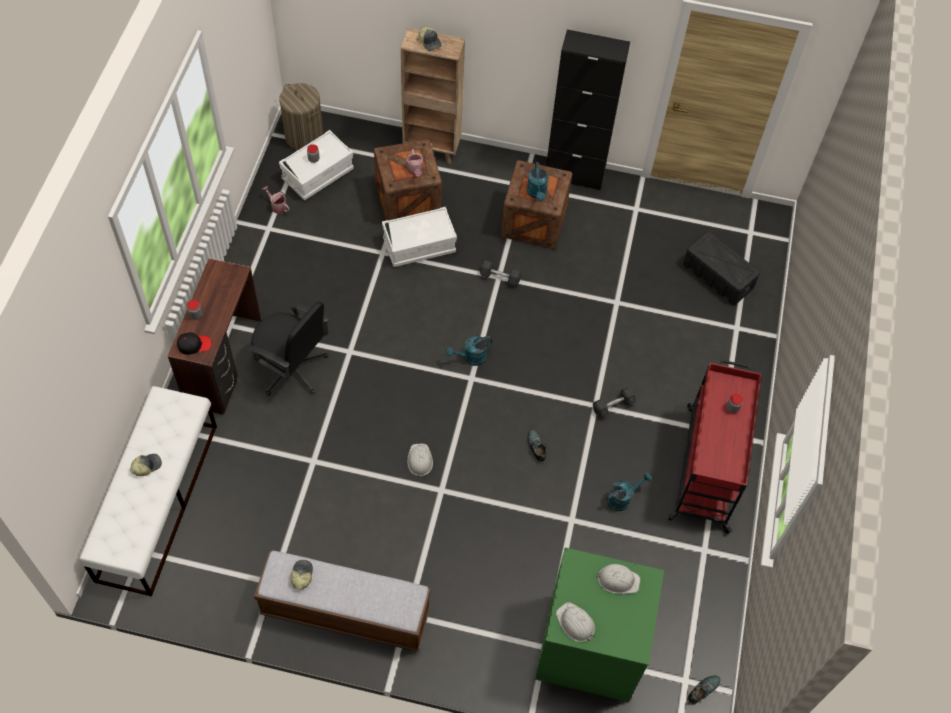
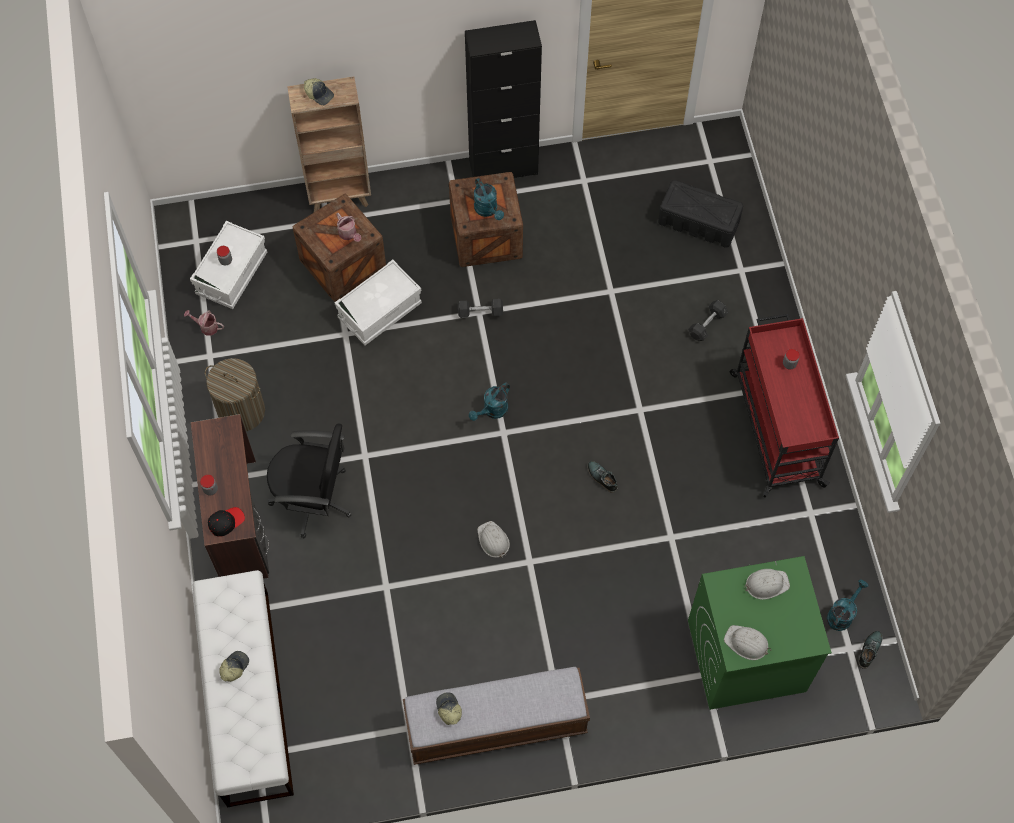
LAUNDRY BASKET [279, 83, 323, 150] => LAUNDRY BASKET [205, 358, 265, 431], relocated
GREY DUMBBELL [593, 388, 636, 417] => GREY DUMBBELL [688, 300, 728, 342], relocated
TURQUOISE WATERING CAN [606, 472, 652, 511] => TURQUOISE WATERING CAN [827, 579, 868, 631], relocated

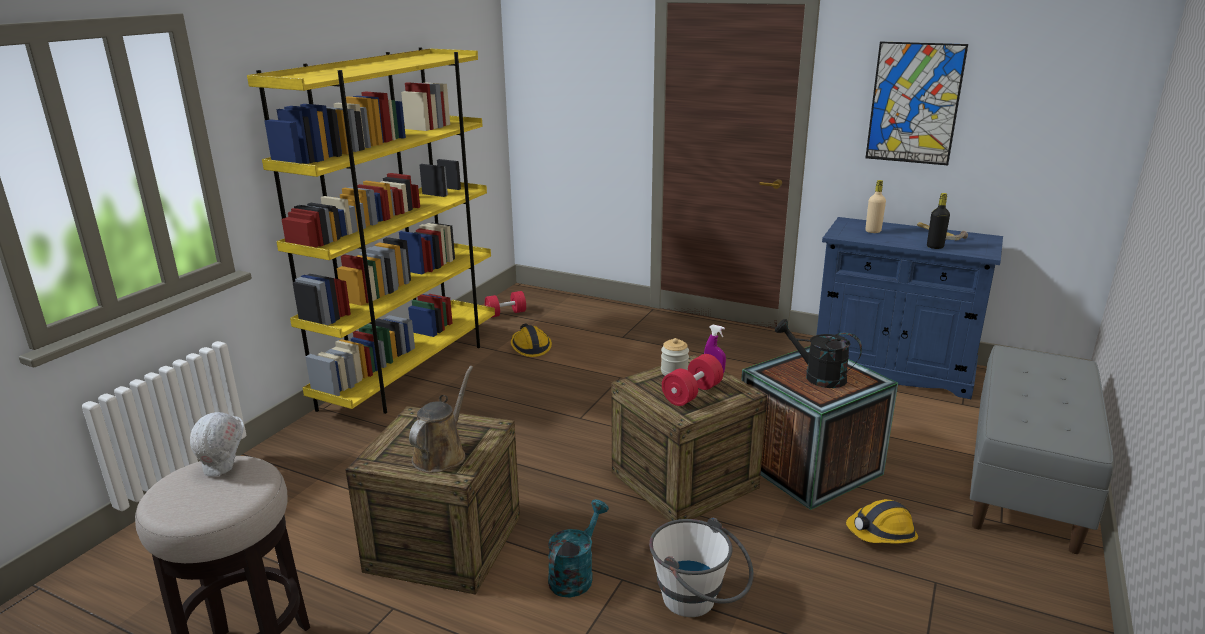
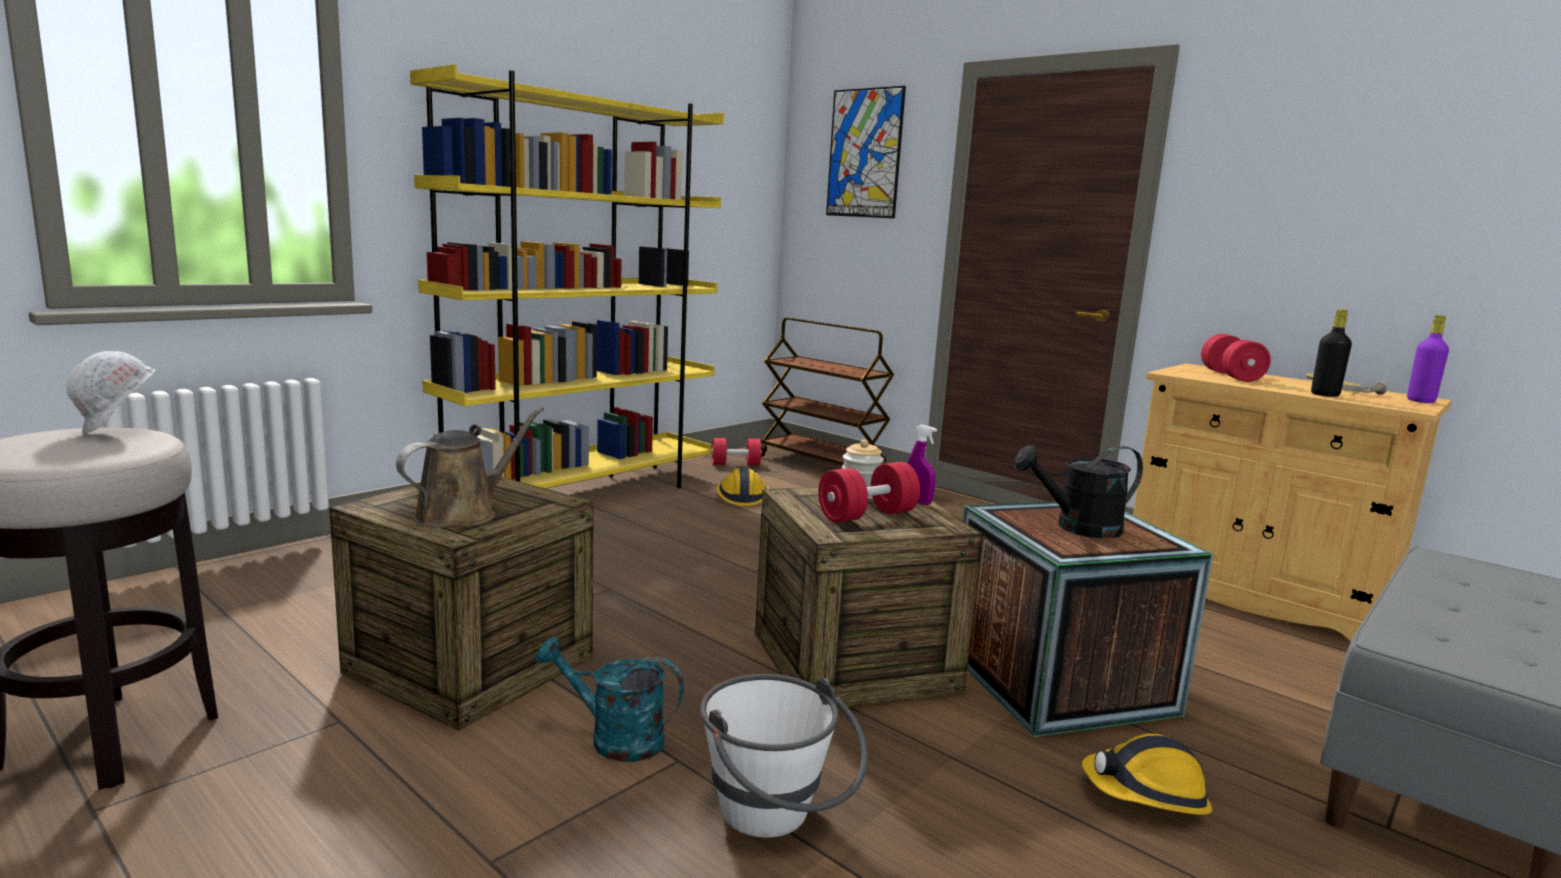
PICTURE [865, 41, 968, 165] => PICTURE [826, 86, 906, 218], relocated
BEIGE BOTTLE [865, 180, 886, 233] => RED DUMBBELL [1201, 334, 1271, 382]
BLUE CABINET [817, 217, 1003, 399] => BEIGE CABINET [1133, 364, 1451, 641]
BLACK WATERING CAN [775, 319, 862, 388] => BLACK WATERING CAN [1014, 445, 1143, 538], 60 degrees counterclockwise
TURQUOISE WATERING CAN [548, 500, 609, 597] => TURQUOISE WATERING CAN [535, 636, 684, 762], 120 degrees counterclockwise
nothing => PURPLE BOTTLE [1407, 315, 1449, 403]
nothing => BROWN CART [761, 318, 894, 469]

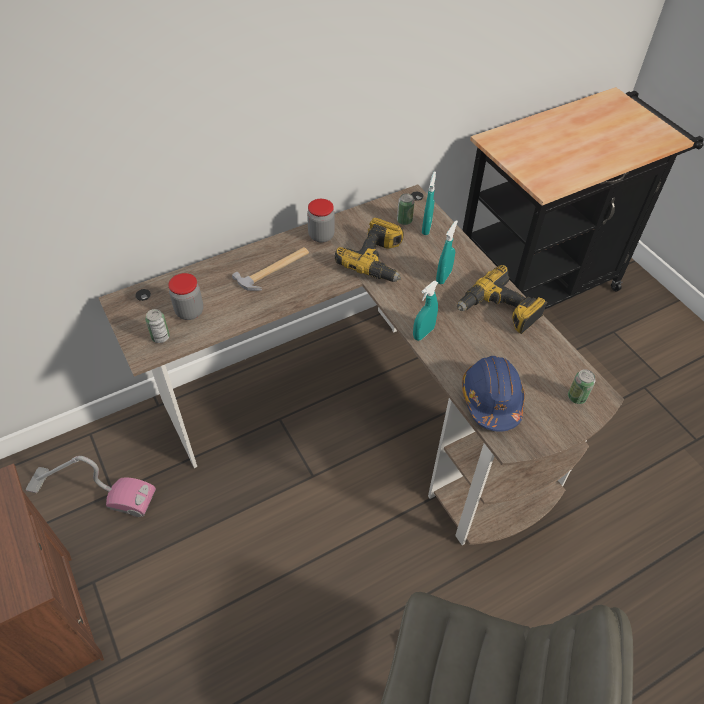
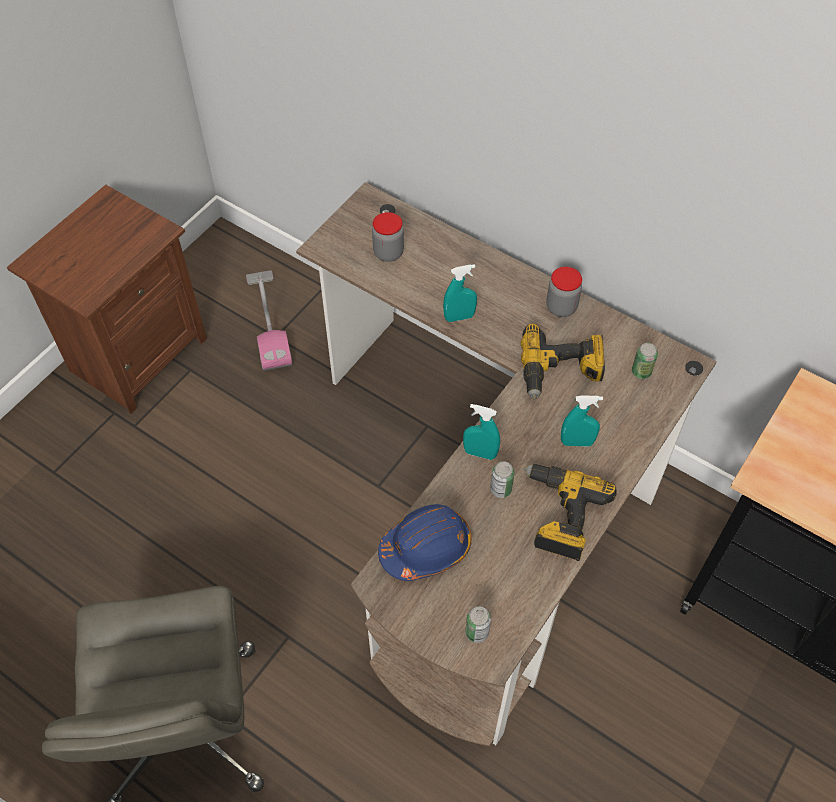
TURQUOISE SPRAY BOTTLE [422, 171, 436, 235] => TURQUOISE SPRAY BOTTLE [443, 264, 477, 322], relocated
HAMMER [232, 247, 309, 291] => nothing
CAN [145, 309, 170, 343] => CAN [490, 461, 514, 498], relocated

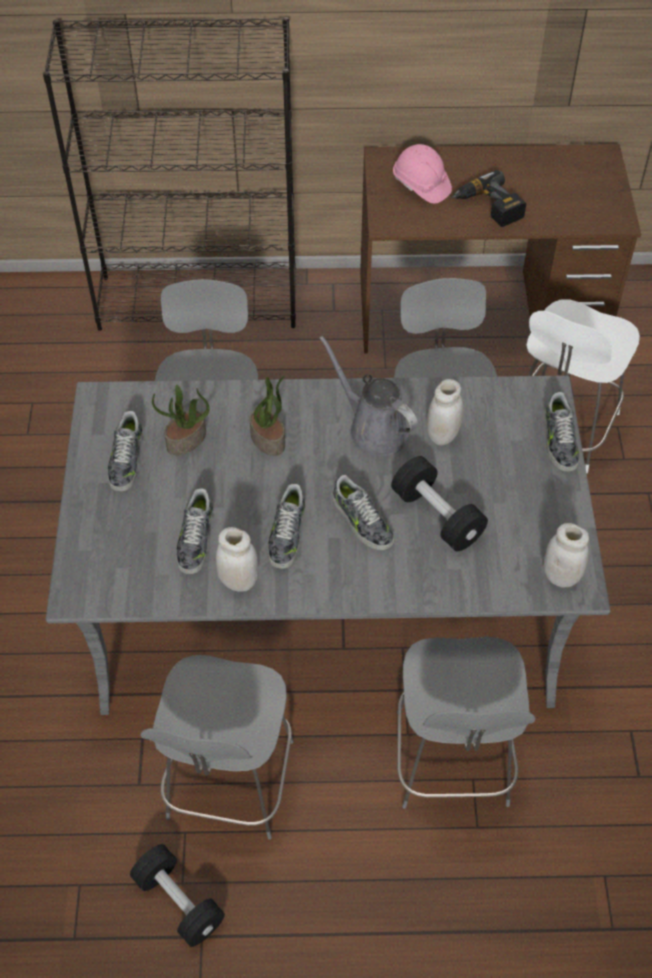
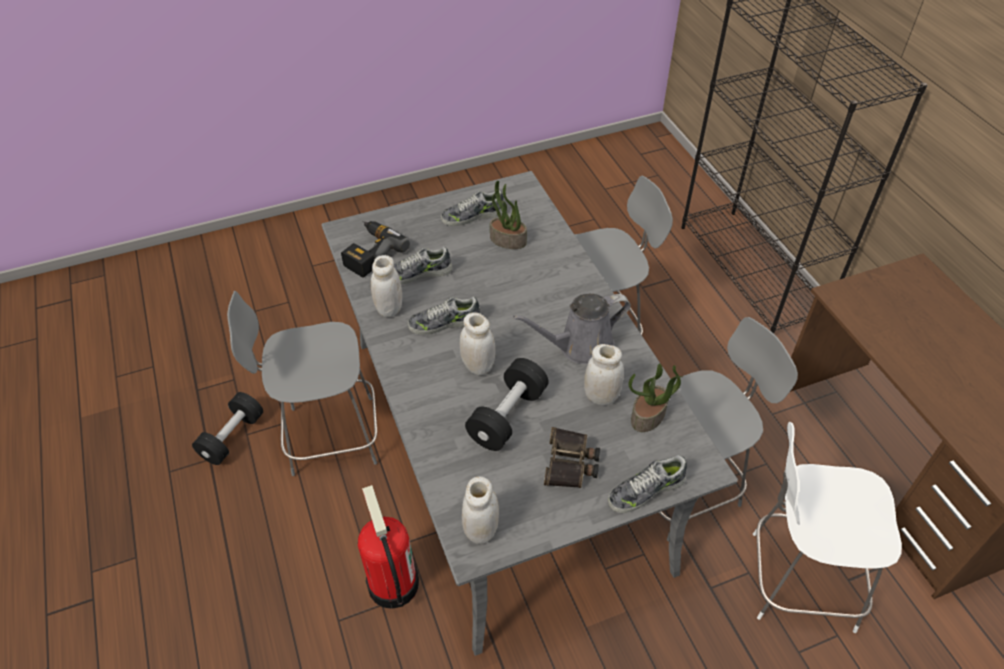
PINK HARD HAT [393, 144, 452, 204] => nothing
POWER DRILL [451, 170, 526, 227] => POWER DRILL [341, 221, 410, 278], relocated
GREY WATERING CAN [319, 336, 418, 456] => GREY WATERING CAN [513, 293, 631, 364], 135 degrees counterclockwise
POTTED PLANT [249, 376, 285, 456] => POTTED PLANT [629, 363, 682, 432], relocated
SHOE [332, 475, 394, 550] => WHITE JAR [460, 312, 495, 375]
GREY CHAIR [397, 637, 536, 809] => FIRE EXTINGUISHER [358, 485, 419, 609]
nothing => BINOCULARS [544, 427, 600, 488]

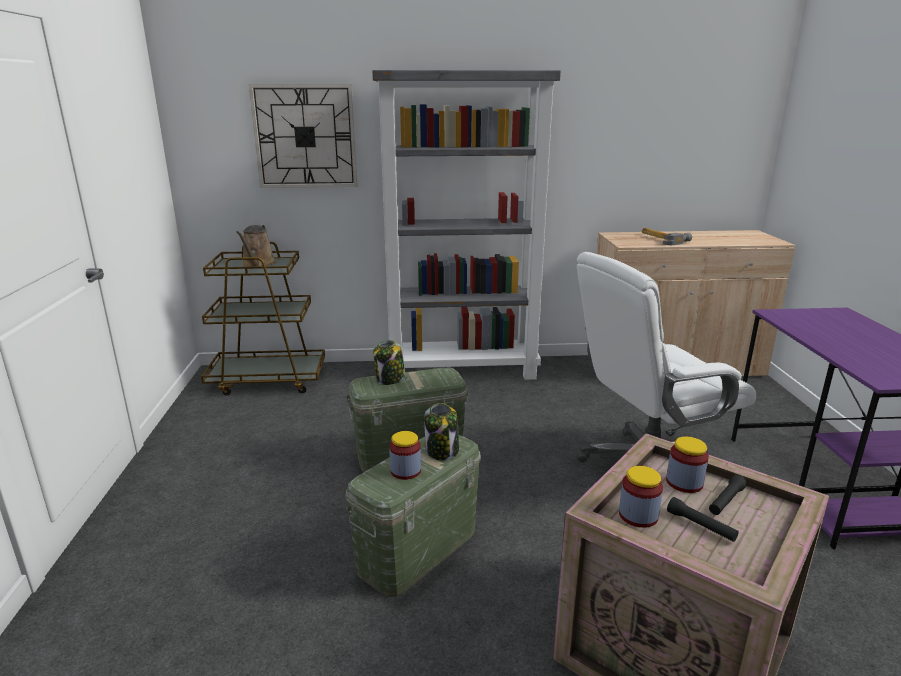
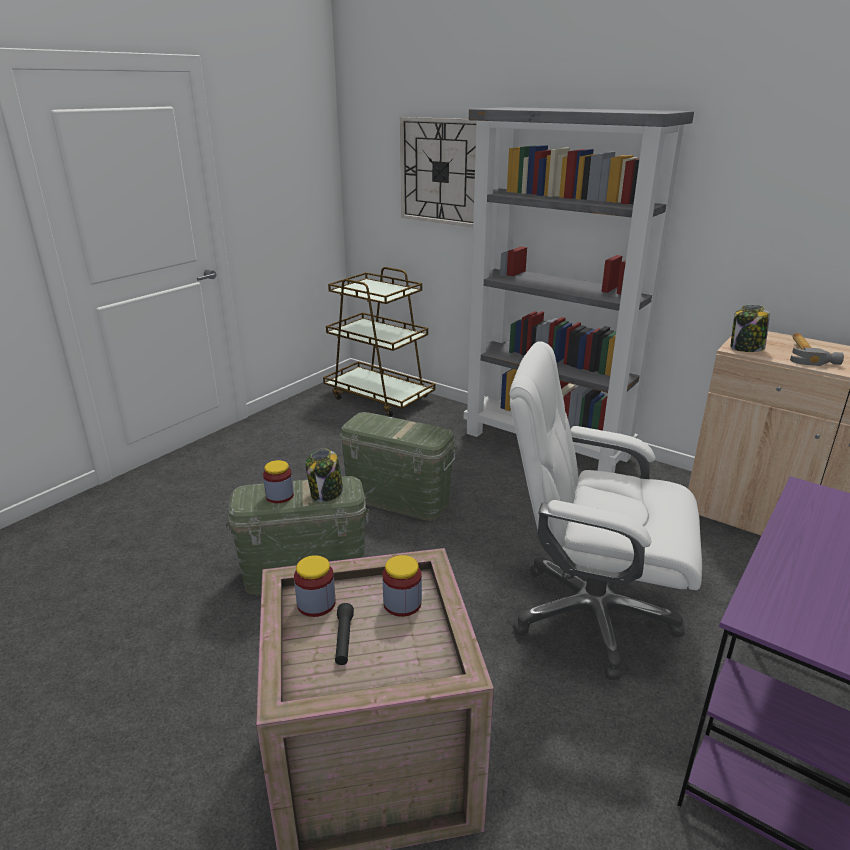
BROWN WATERING CAN [236, 225, 276, 267] => nothing
JAR [373, 340, 405, 385] => JAR [730, 305, 770, 352], relocated
BLACK FLASHLIGHT [709, 475, 747, 515] => nothing

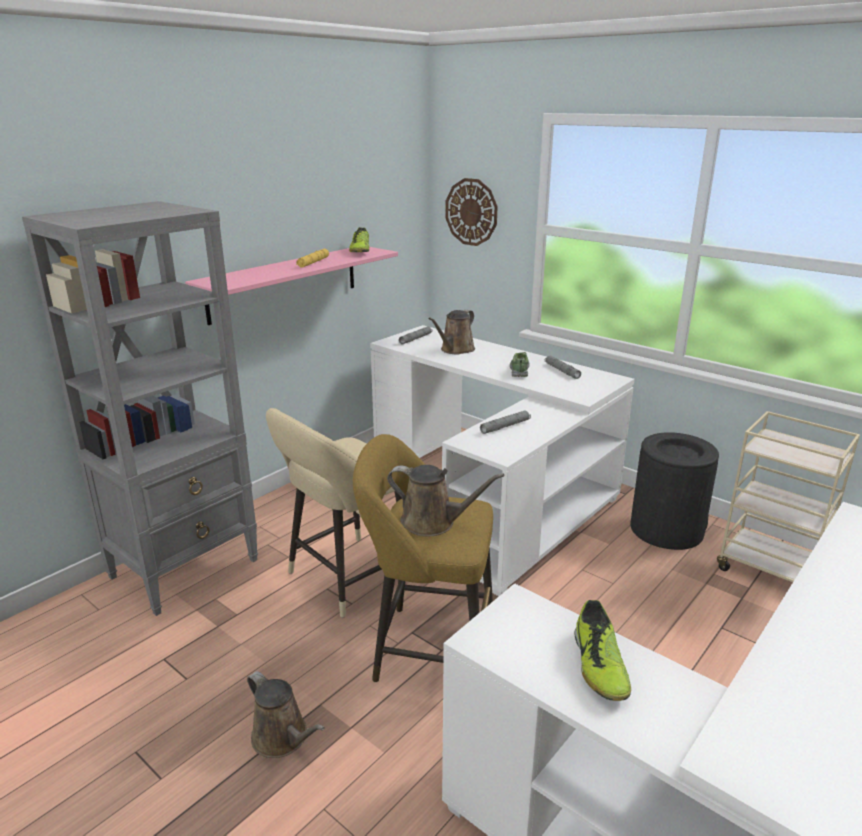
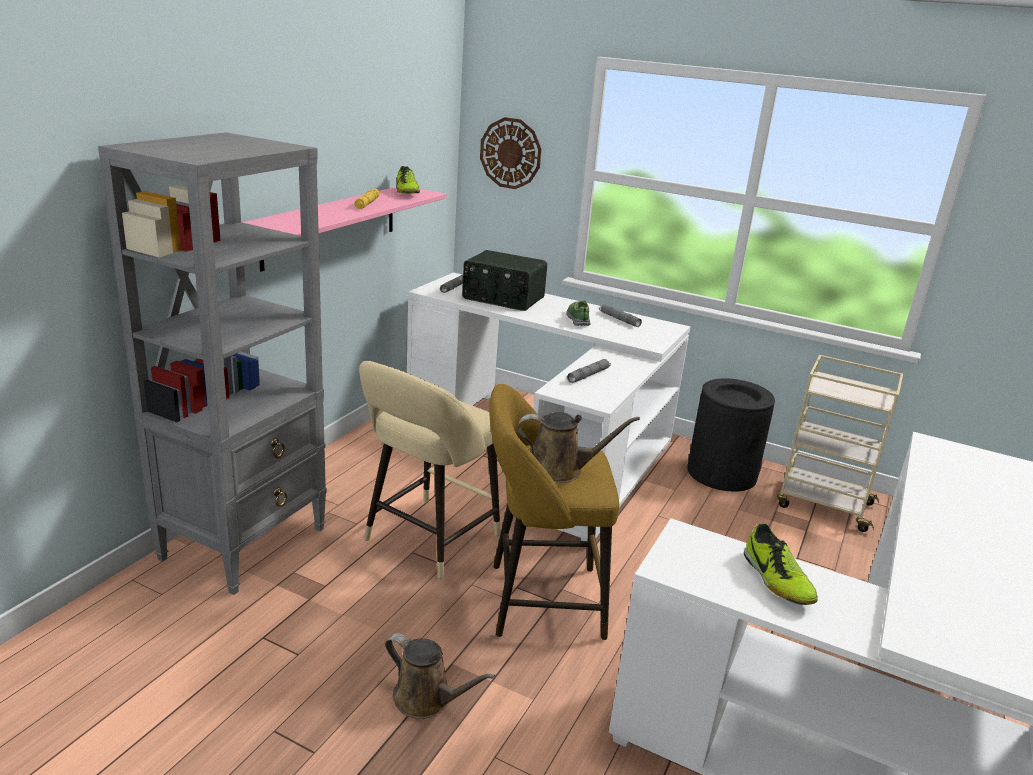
BROWN WATERING CAN [429, 310, 475, 354] => RADIO [462, 250, 547, 311]

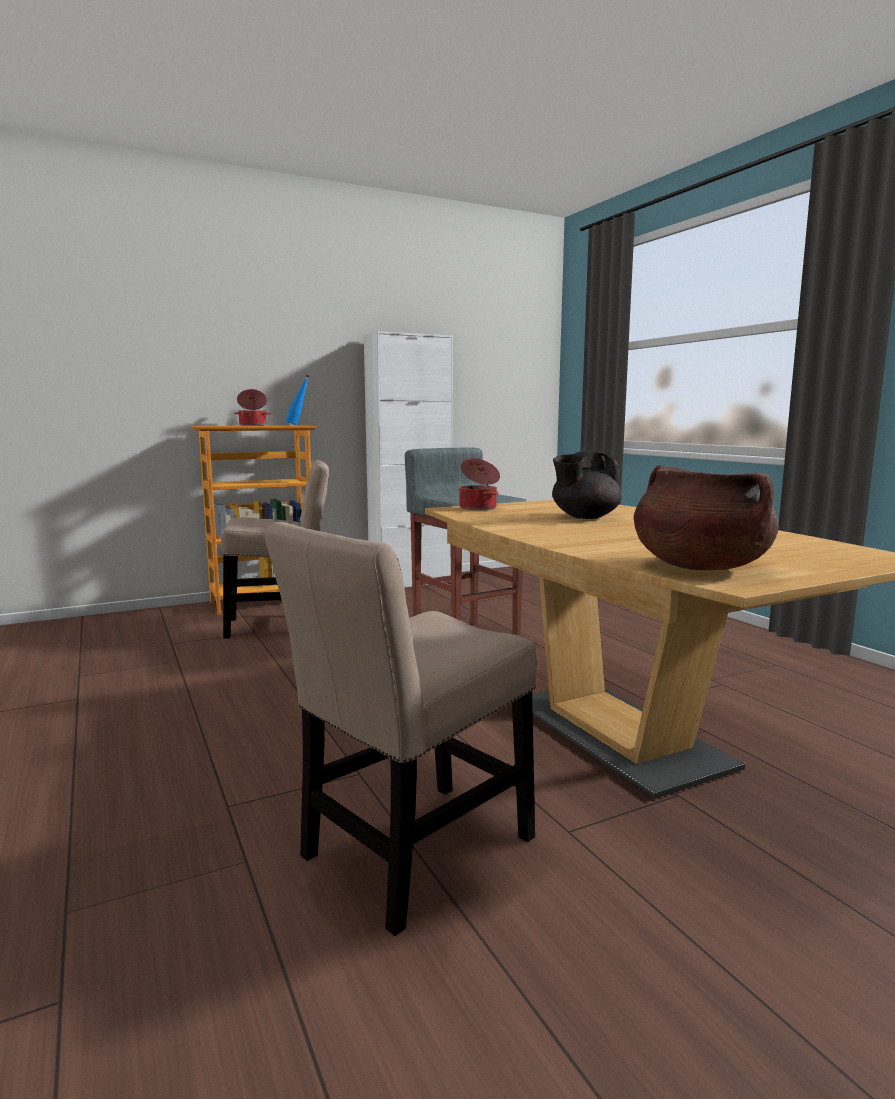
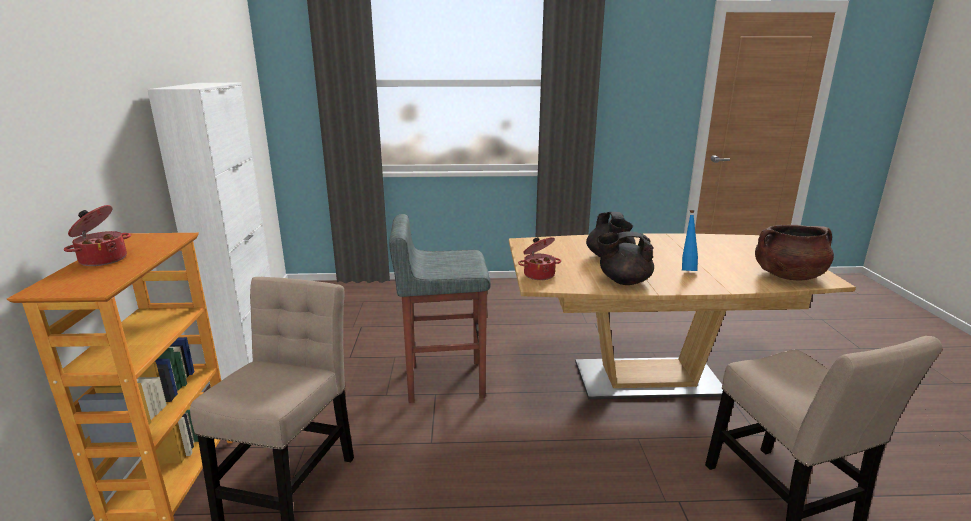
BLUE BOTTLE [285, 375, 309, 425] => BLUE BOTTLE [682, 210, 698, 271], relocated
nothing => BLACK TEAPOT [597, 231, 654, 285]

